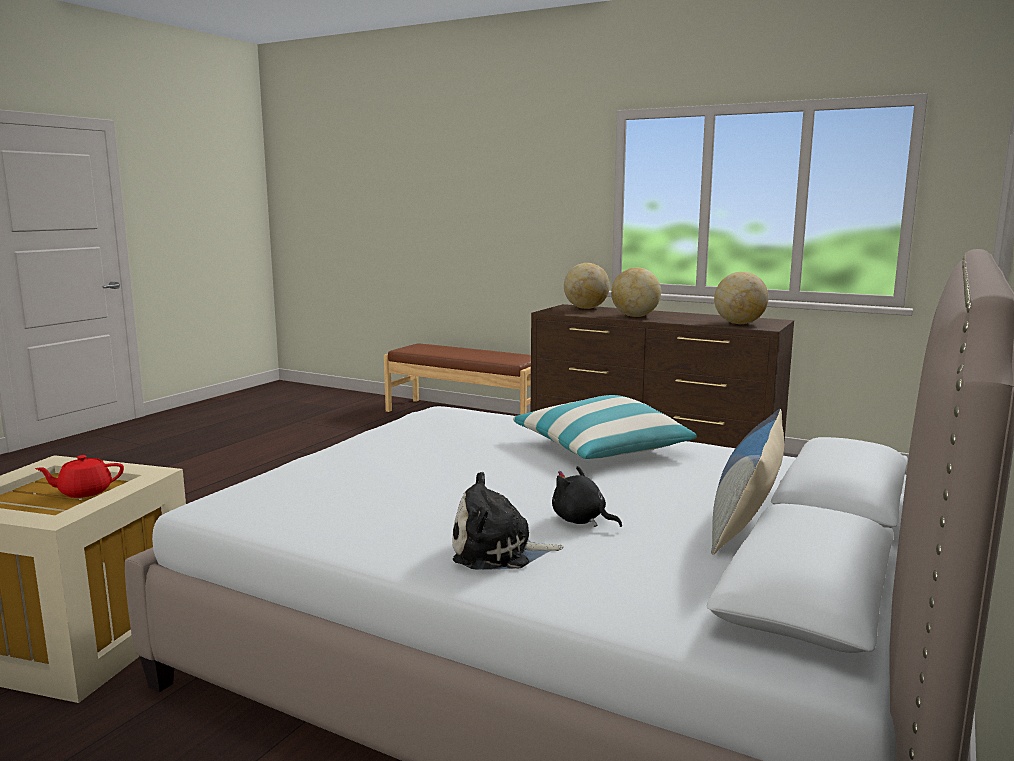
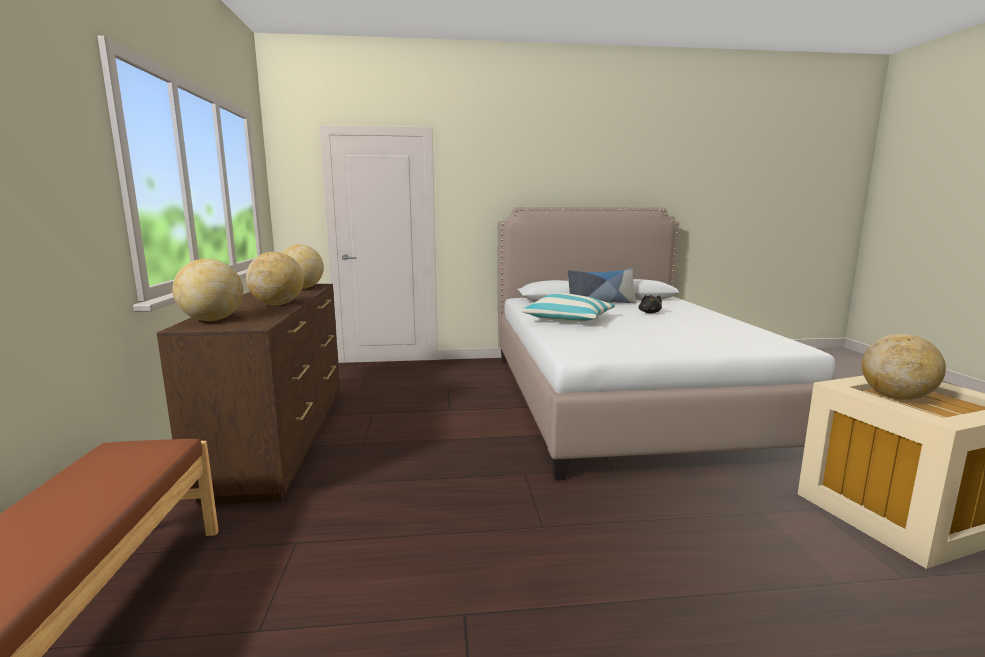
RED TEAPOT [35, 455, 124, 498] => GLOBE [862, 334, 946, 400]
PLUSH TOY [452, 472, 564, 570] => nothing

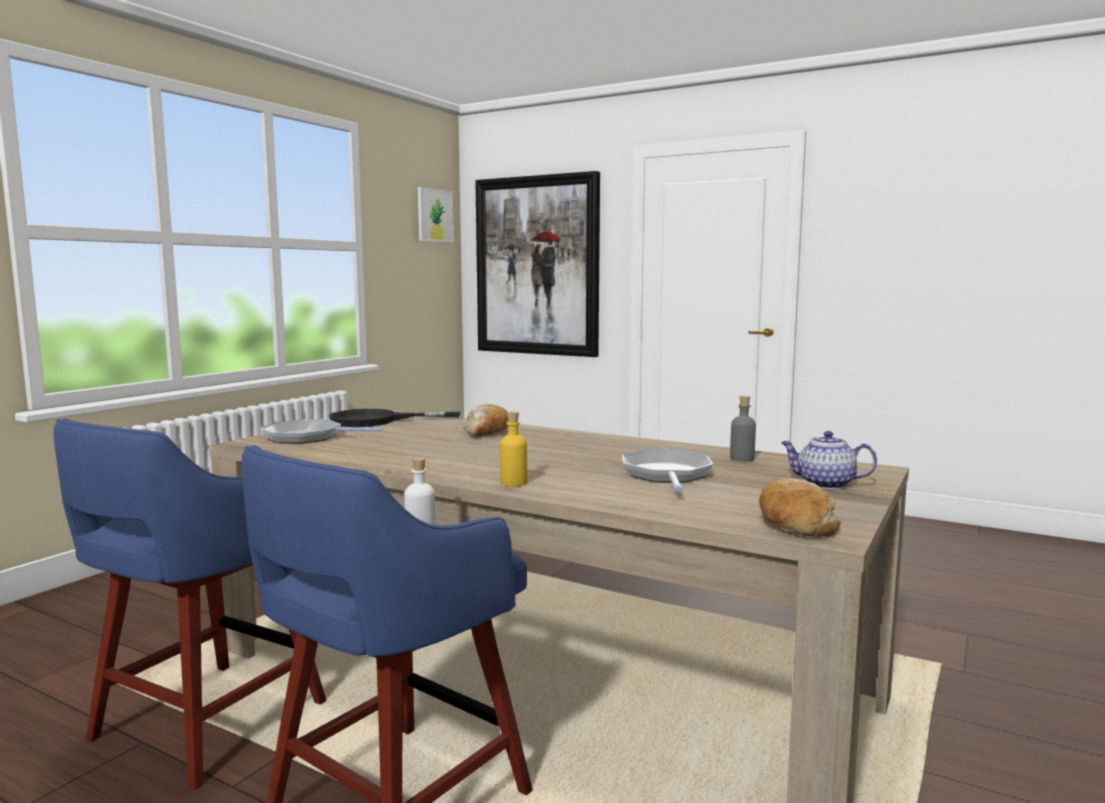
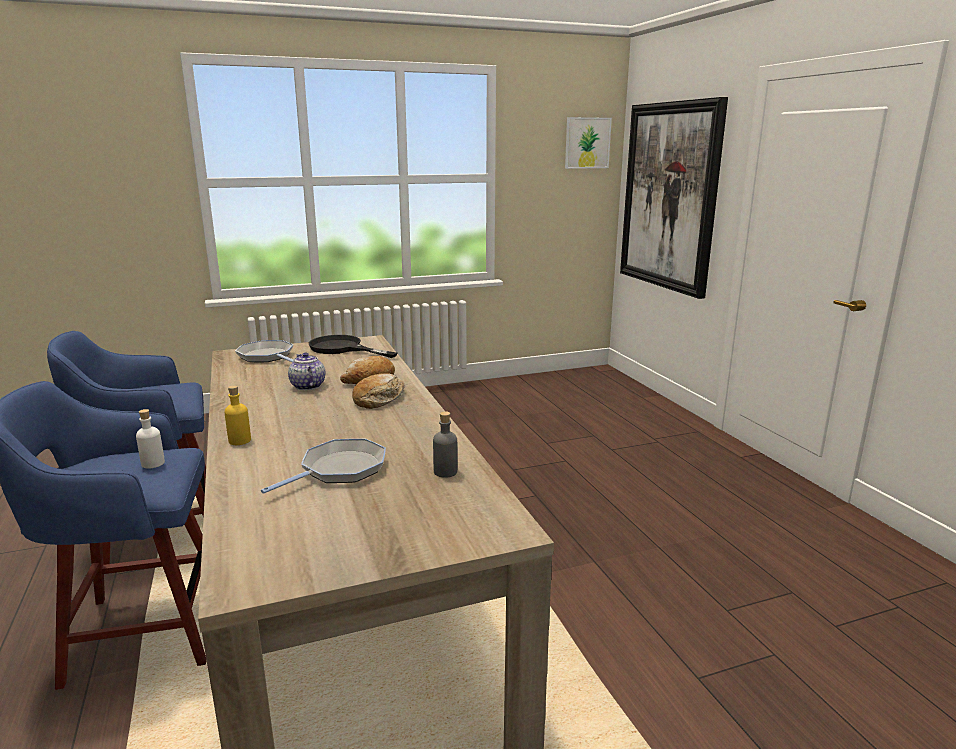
TEAPOT [781, 431, 877, 489] => TEAPOT [288, 352, 325, 390], relocated
BREAD [759, 478, 841, 537] => BREAD [352, 373, 405, 409], relocated

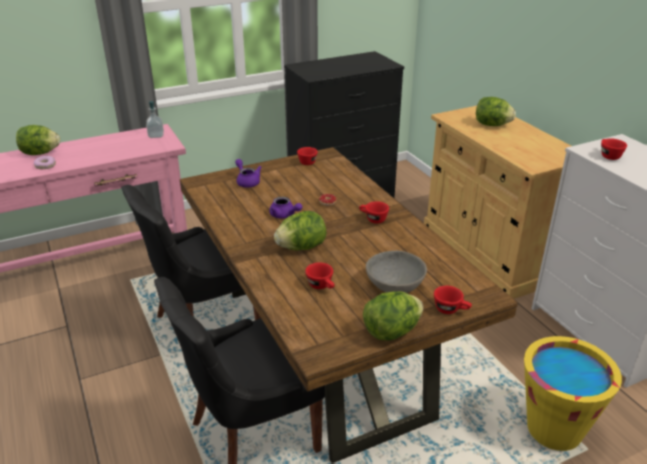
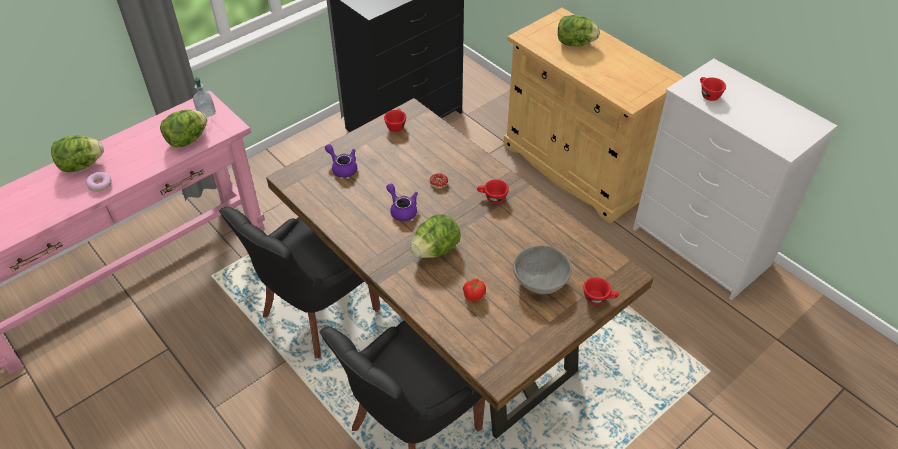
PURPLE TEAPOT [269, 197, 303, 219] => PURPLE TEAPOT [386, 184, 418, 221], 150 degrees counterclockwise
RED CUP [305, 262, 335, 289] => TOMATO [463, 279, 486, 301]
LETTUCE [363, 291, 423, 341] => LETTUCE [160, 110, 207, 147], relocated
YELLOW BUCKET [524, 336, 622, 451] => nothing

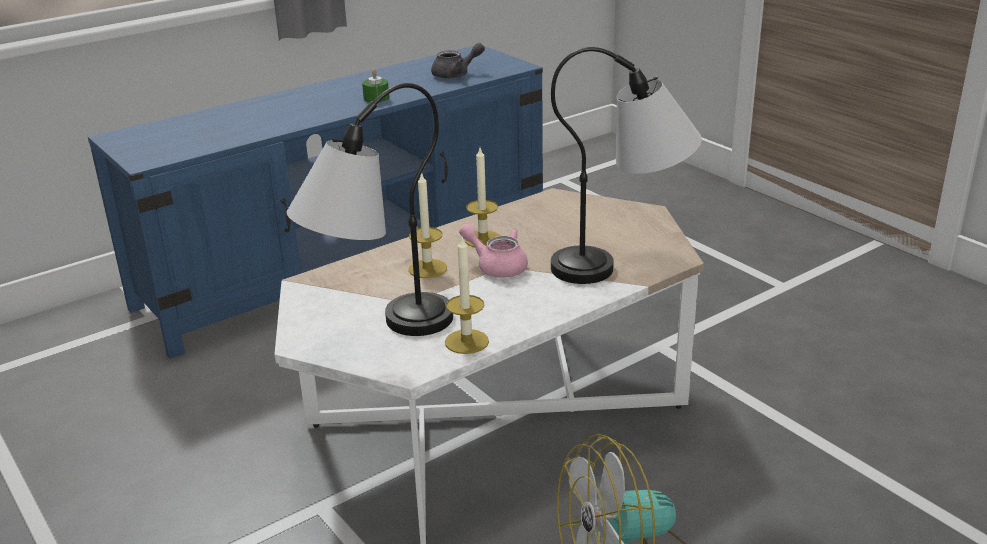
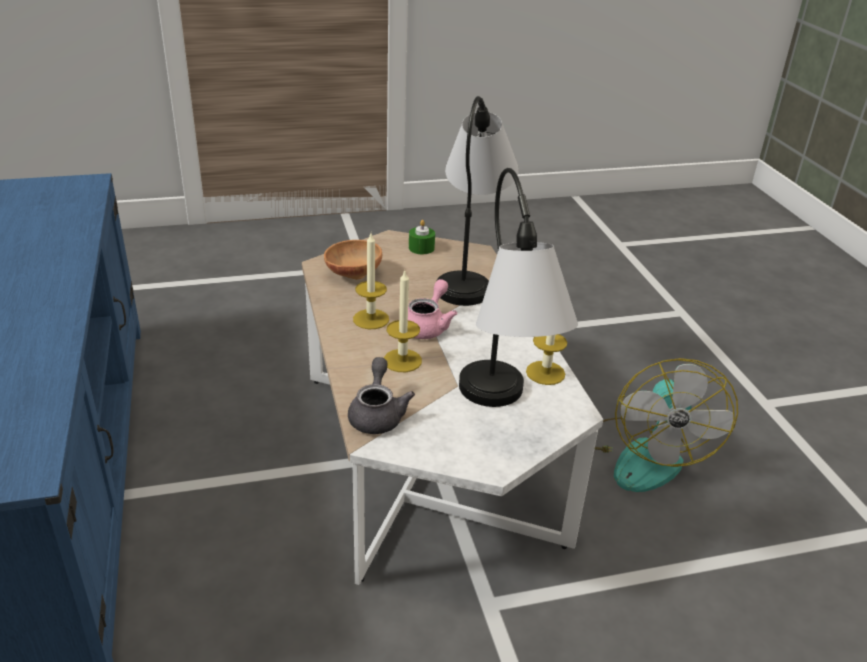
GREY TEAPOT [431, 43, 485, 79] => GREY TEAPOT [348, 357, 415, 434], relocated
GREEN CANDLE [362, 69, 389, 103] => GREEN CANDLE [409, 220, 435, 254], relocated
PINK TEAPOT [459, 224, 528, 278] => PINK TEAPOT [408, 279, 457, 339], 150 degrees clockwise
nothing => BROWN BOWL [324, 240, 382, 280]

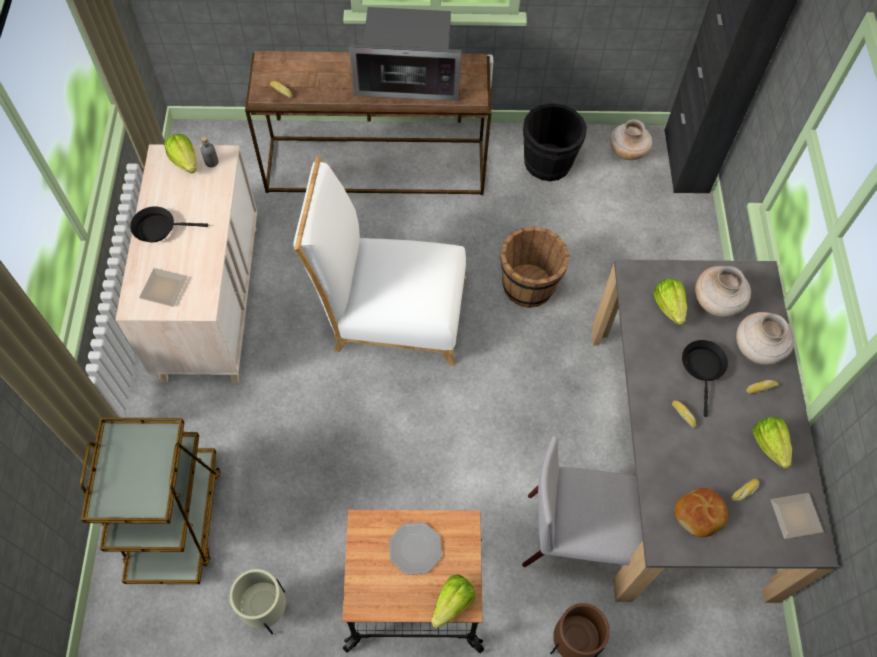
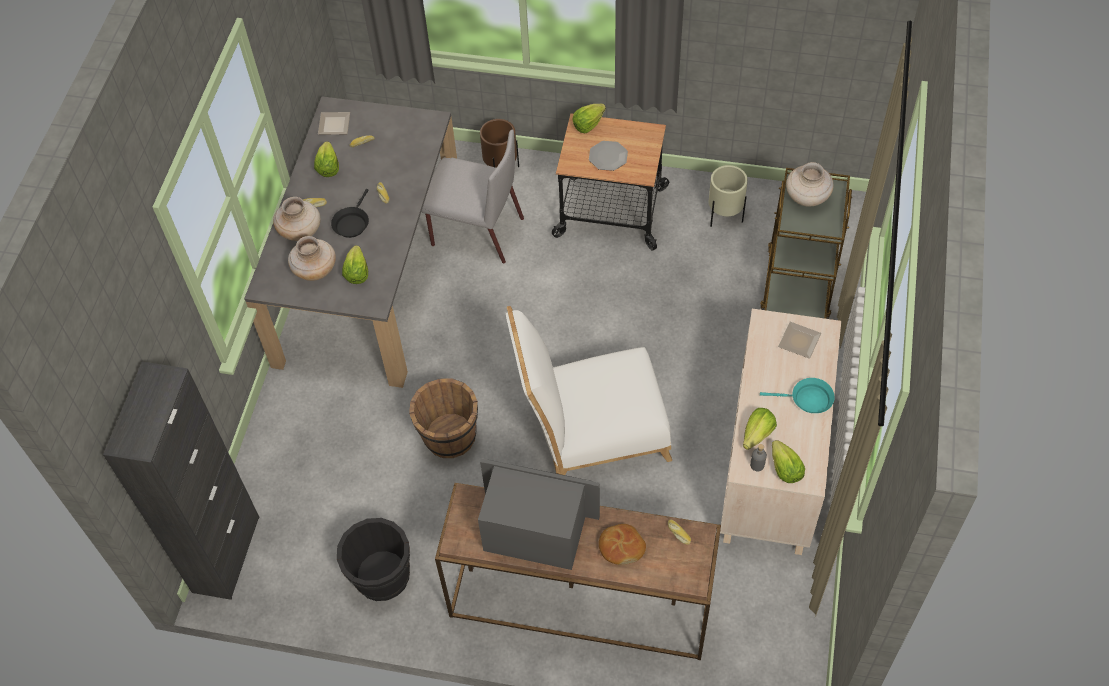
BEIGE VASE [610, 120, 652, 160] => BEIGE VASE [786, 162, 833, 207], relocated
WHITE CHAIR [293, 156, 466, 366] => WHITE CHAIR [506, 306, 672, 475], 150 degrees clockwise
BLACK FRYING PAN [130, 206, 208, 242] => TURQUOISE FRYING PAN [760, 378, 835, 413]
BREAD [674, 488, 728, 537] => BREAD [599, 524, 646, 565], relocated
nothing => LETTUCE [743, 408, 777, 450]

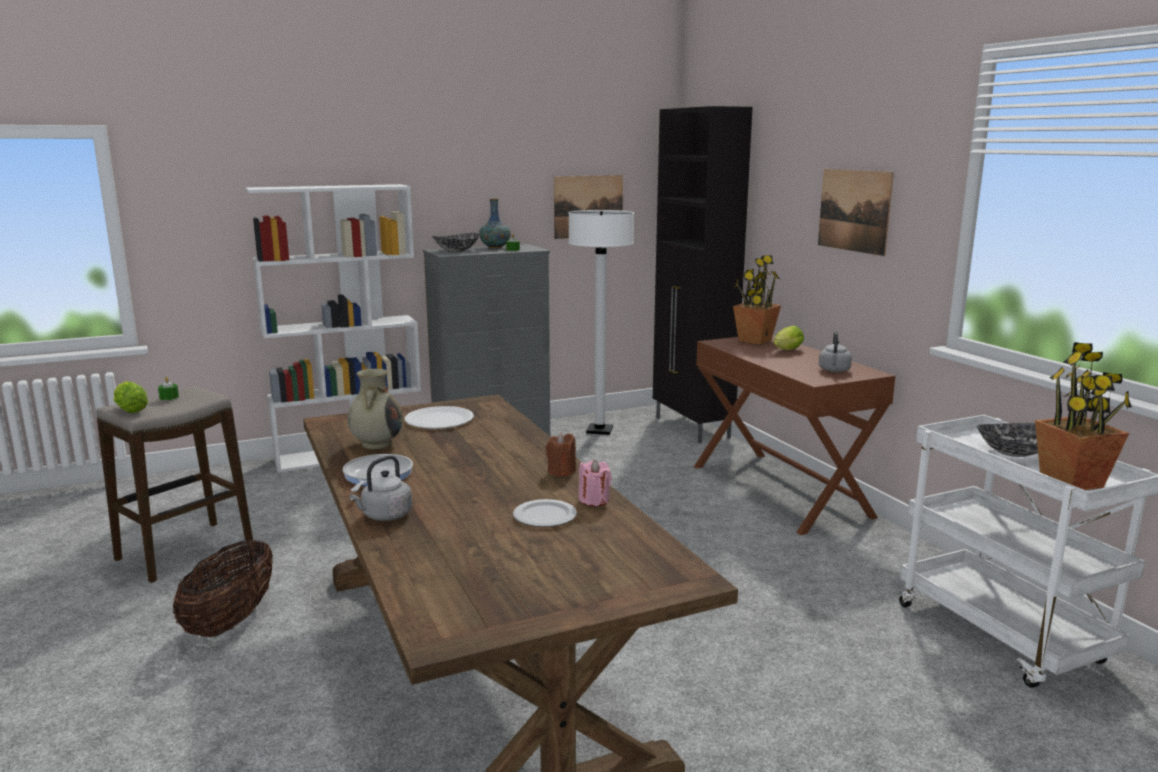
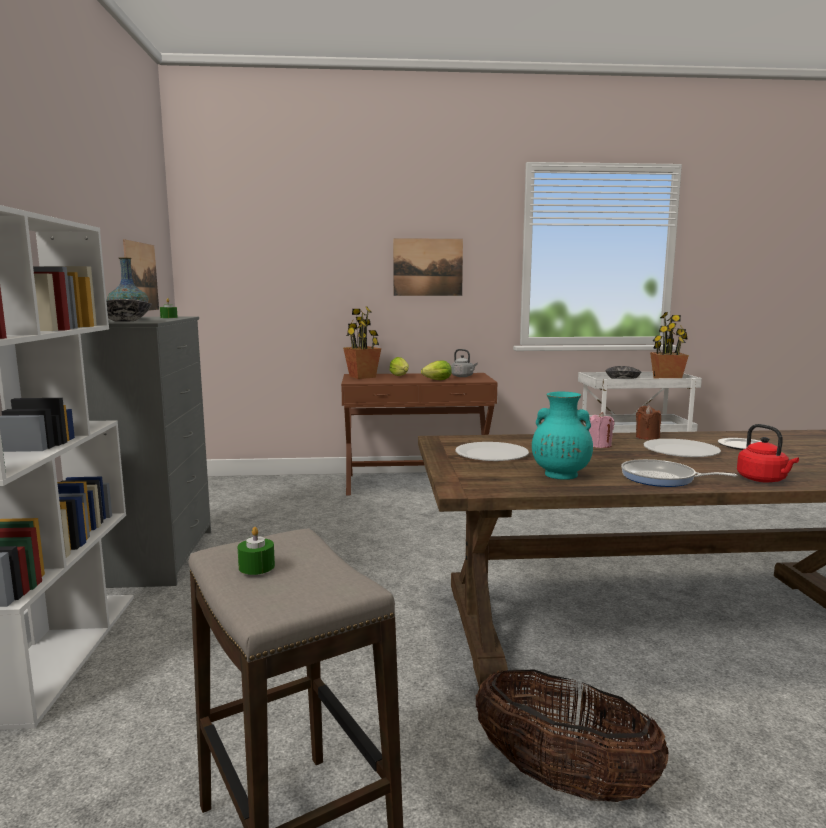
BLACK CABINET [653, 106, 753, 443] => nothing
WHITE FLOOR LAMP [568, 210, 634, 435] => nothing
BEIGE VASE [348, 369, 403, 449] => TURQUOISE VASE [532, 392, 593, 480]
LETTUCE [114, 381, 148, 413] => LETTUCE [421, 360, 452, 380], relocated
GREY KETTLE [349, 455, 412, 521] => RED KETTLE [737, 424, 799, 483]
PINK CANDLE [578, 460, 612, 506] => PINK CANDLE [589, 412, 615, 448], relocated
nothing => WHITE PLATE [644, 439, 721, 457]

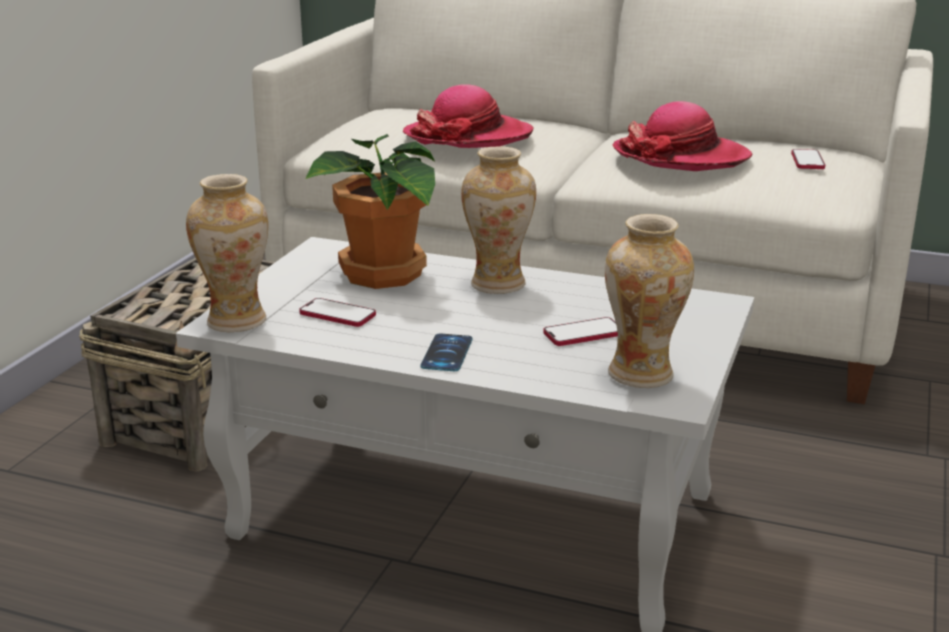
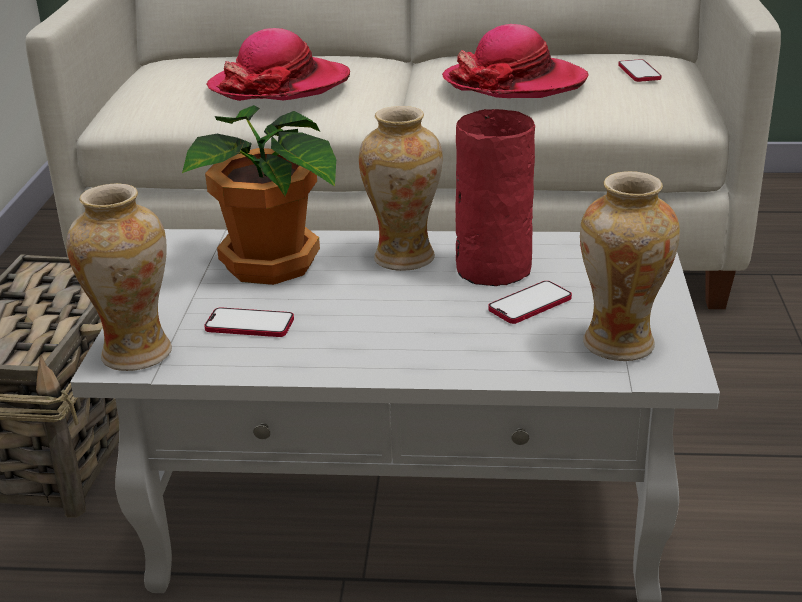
PHONE [421, 333, 472, 371] => nothing
nothing => RED VASE [455, 109, 535, 286]

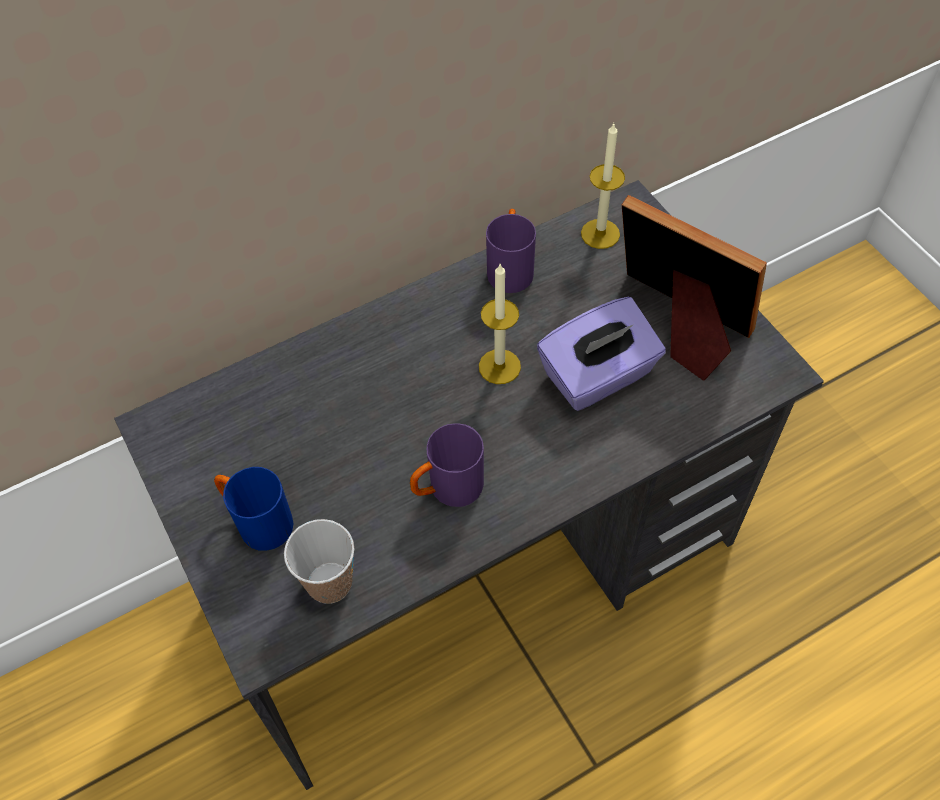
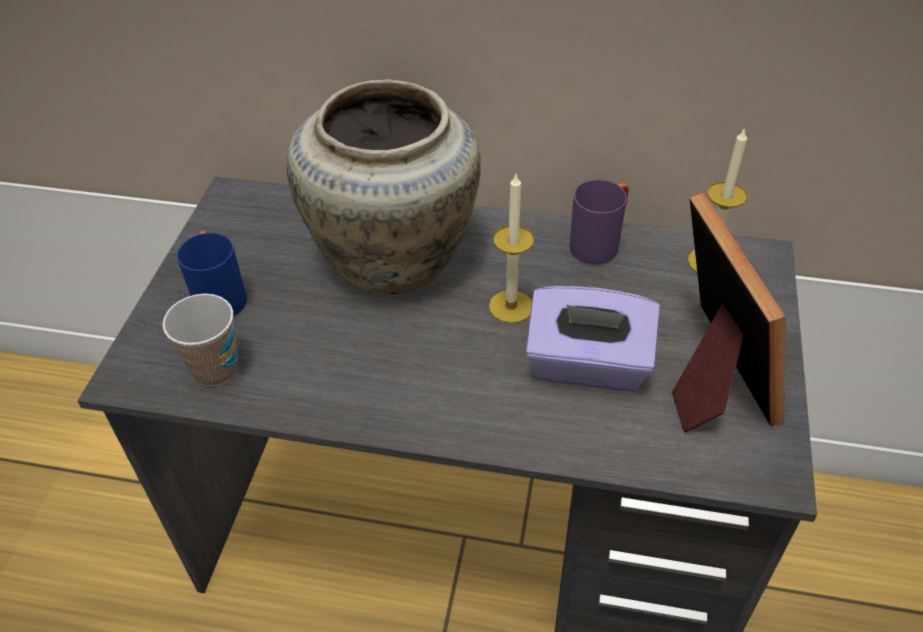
PURPLE MUG [410, 423, 484, 507] => nothing
nothing => BEIGE VASE [287, 79, 481, 295]

